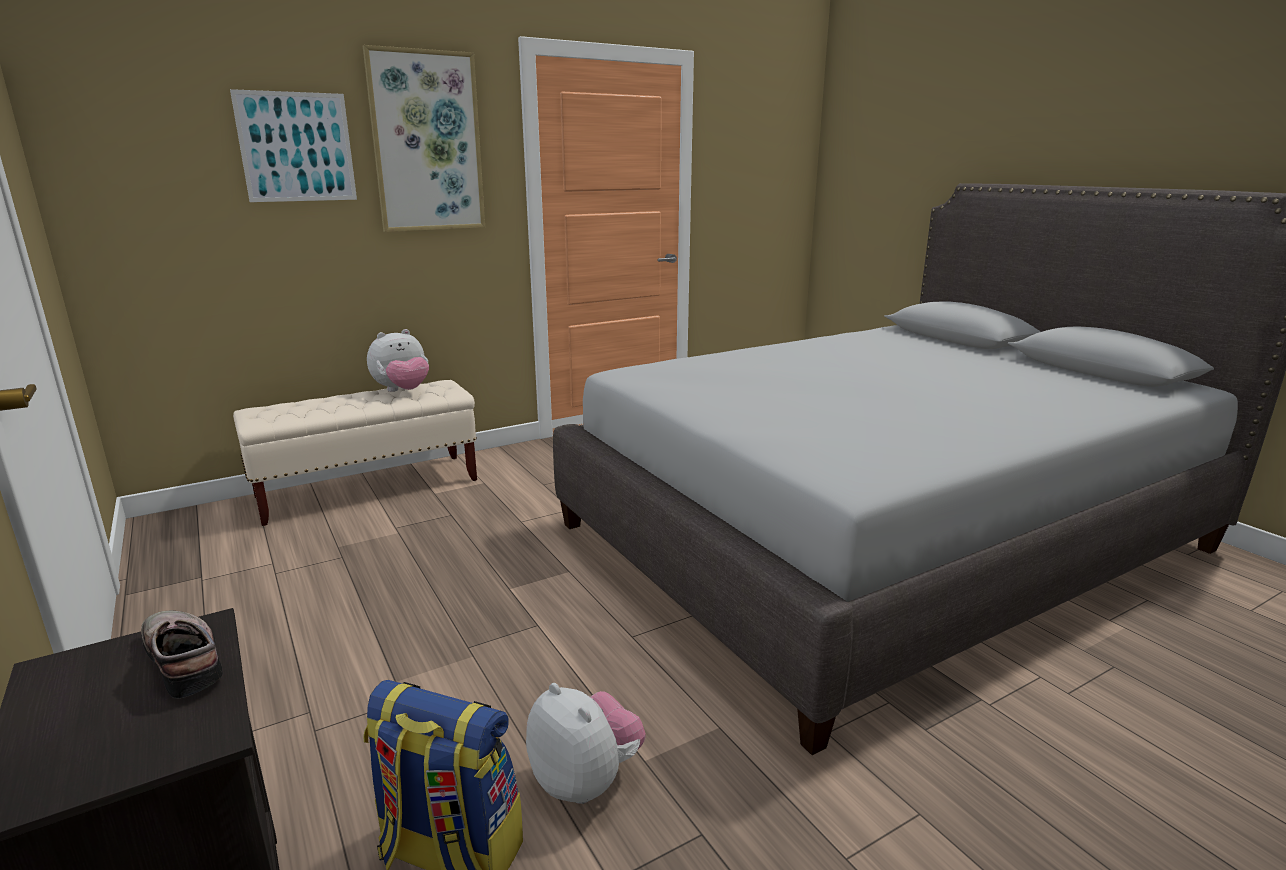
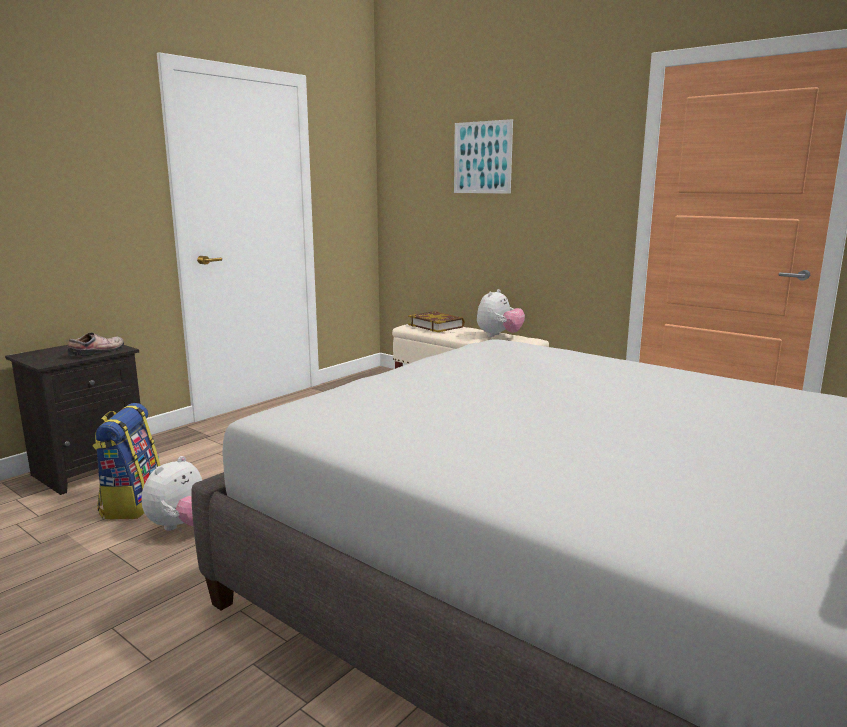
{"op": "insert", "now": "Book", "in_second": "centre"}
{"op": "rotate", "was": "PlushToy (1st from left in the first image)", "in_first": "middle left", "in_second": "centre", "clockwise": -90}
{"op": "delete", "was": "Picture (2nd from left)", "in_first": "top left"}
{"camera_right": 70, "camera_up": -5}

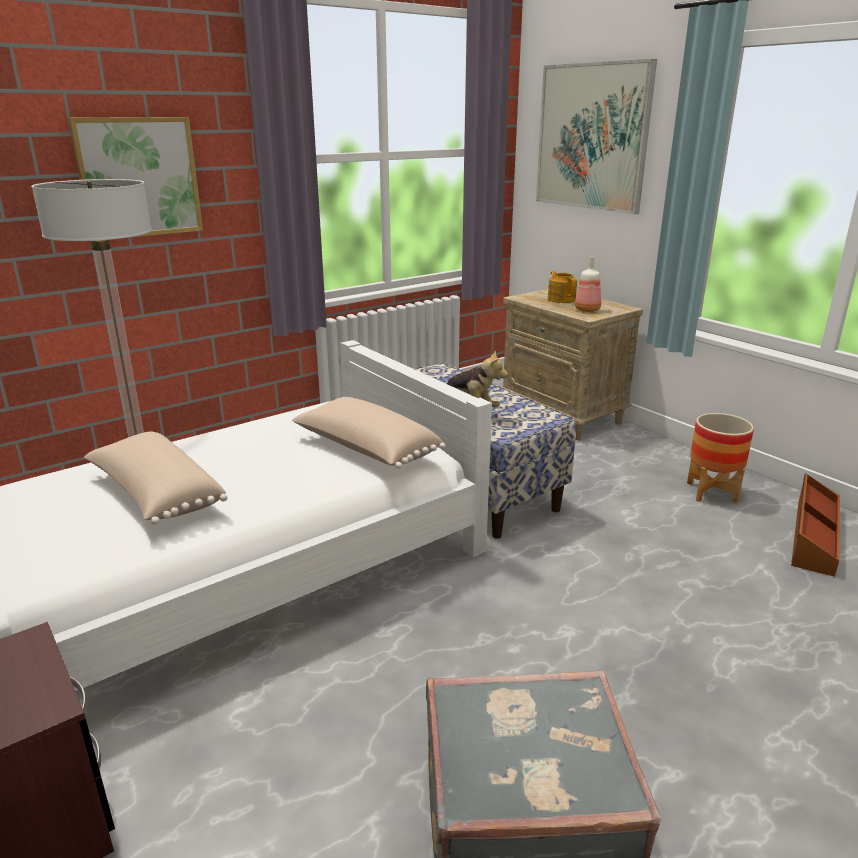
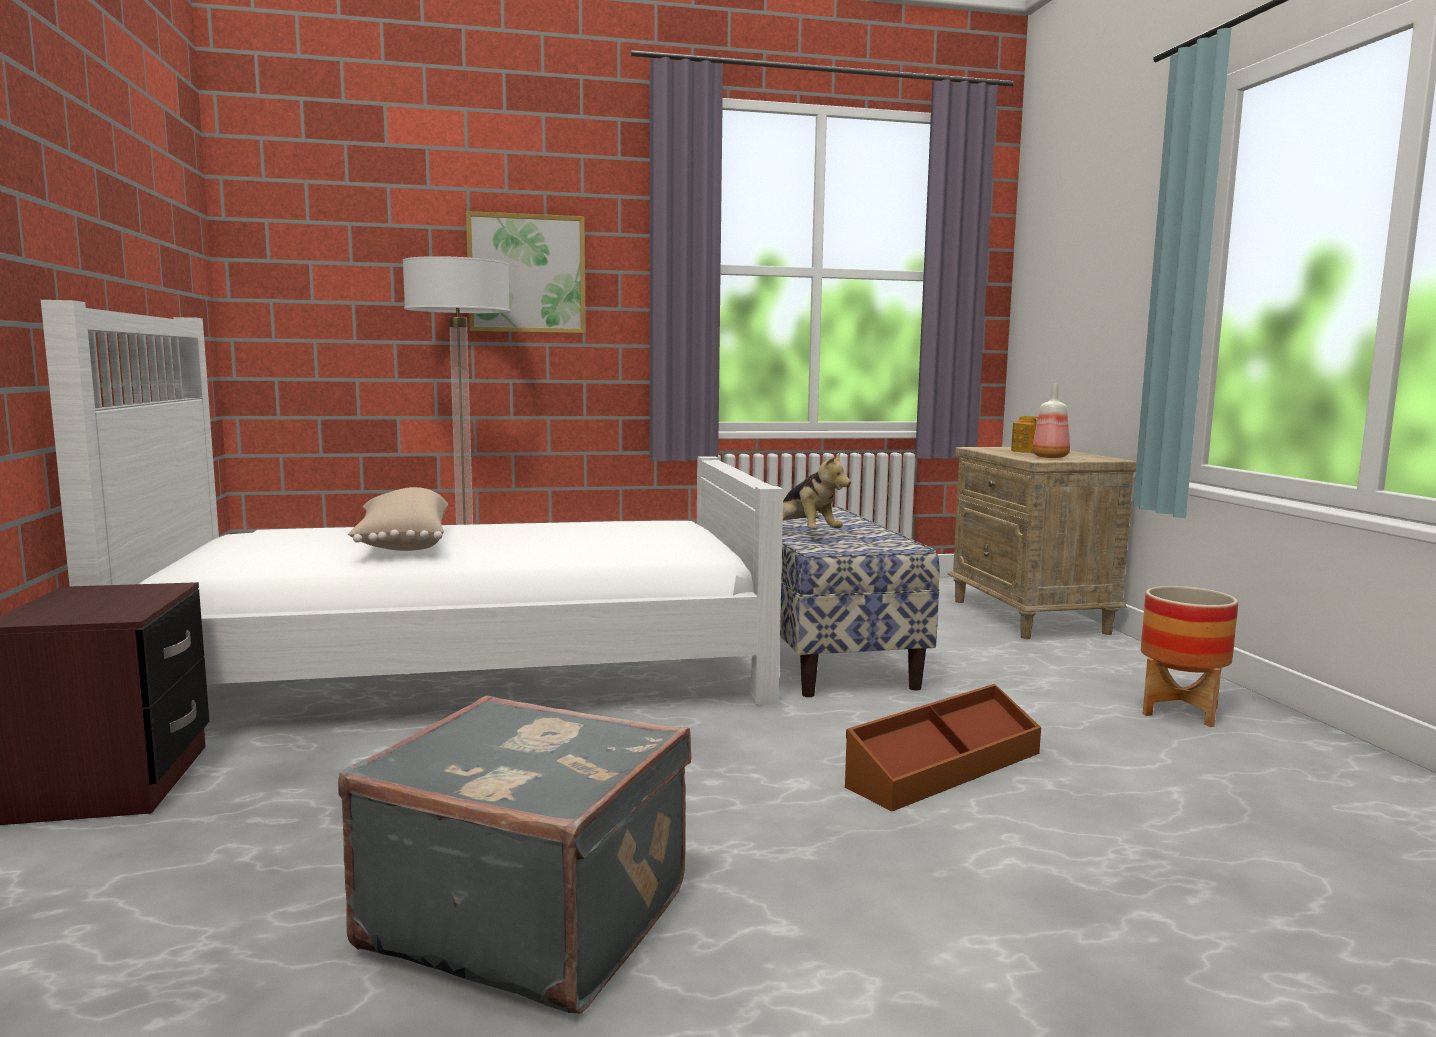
{"op": "move", "was": "BrownStorageBox", "in_first": "middle right", "in_second": "bottom centre"}
{"op": "delete", "was": "BeigePillow (2nd from left)", "in_first": "centre"}
{"op": "delete", "was": "Picture (2nd from left)", "in_first": "top right"}
{"camera_right": 25, "camera_up": -15}

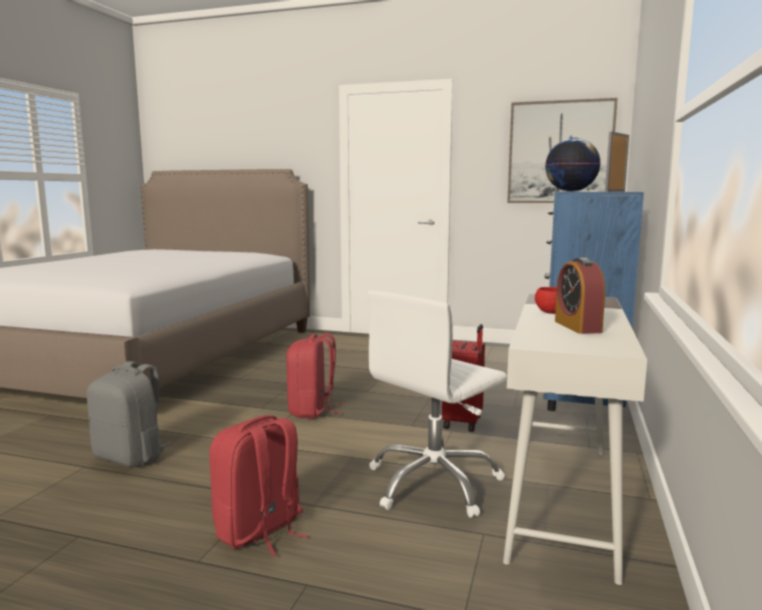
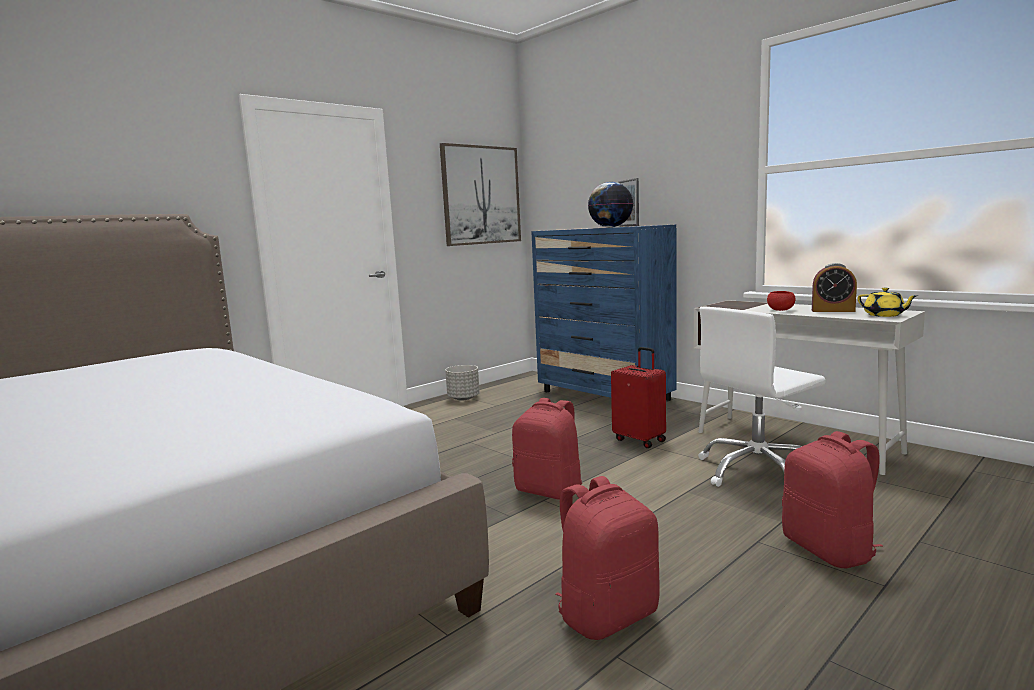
{"op": "insert", "now": "GreyPlanter", "in_second": "centre"}
{"op": "recolor", "was": "GreyBackpack", "now": "RedBackpack (2nd from left)", "in_first": "bottom left", "in_second": "bottom centre"}
{"op": "rotate", "was": "WhiteOfficeChair", "in_first": "centre", "in_second": "middle right", "clockwise": 75}
{"op": "insert", "now": "YellowTeapot", "in_second": "middle right"}
{"camera_right": -60, "camera_up": 0}

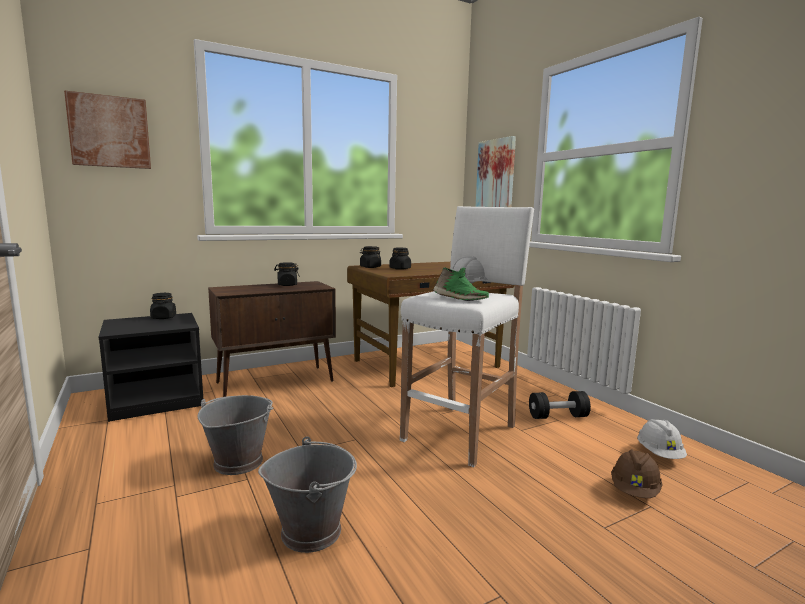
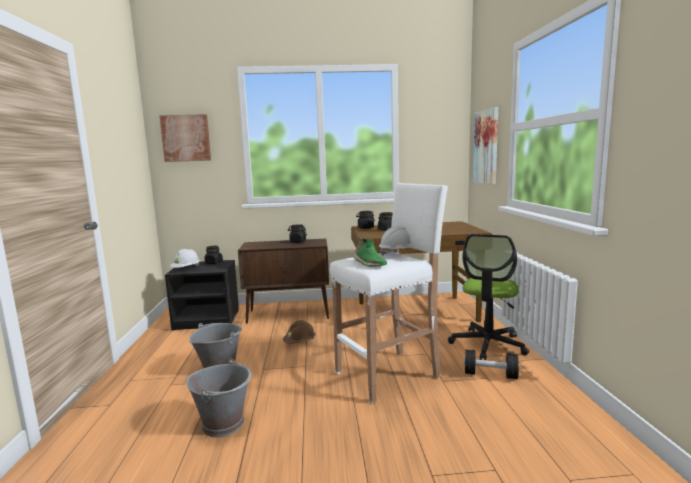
{"op": "move", "was": "WhiteHardHat (2nd from left in the first image)", "now": "WhiteHardHat (1st from left)", "in_first": "bottom right", "in_second": "middle left"}
{"op": "move", "was": "BrownHardHat", "in_first": "bottom right", "in_second": "bottom centre"}
{"op": "insert", "now": "OfficeChair", "in_second": "middle right"}
{"camera_right": 25, "camera_up": 0}

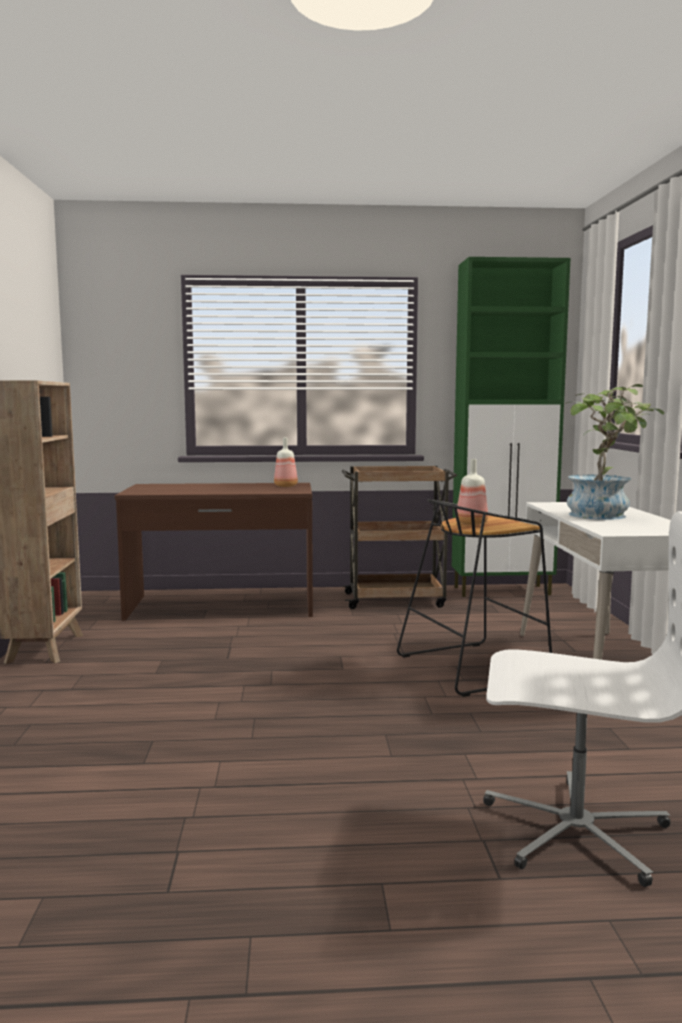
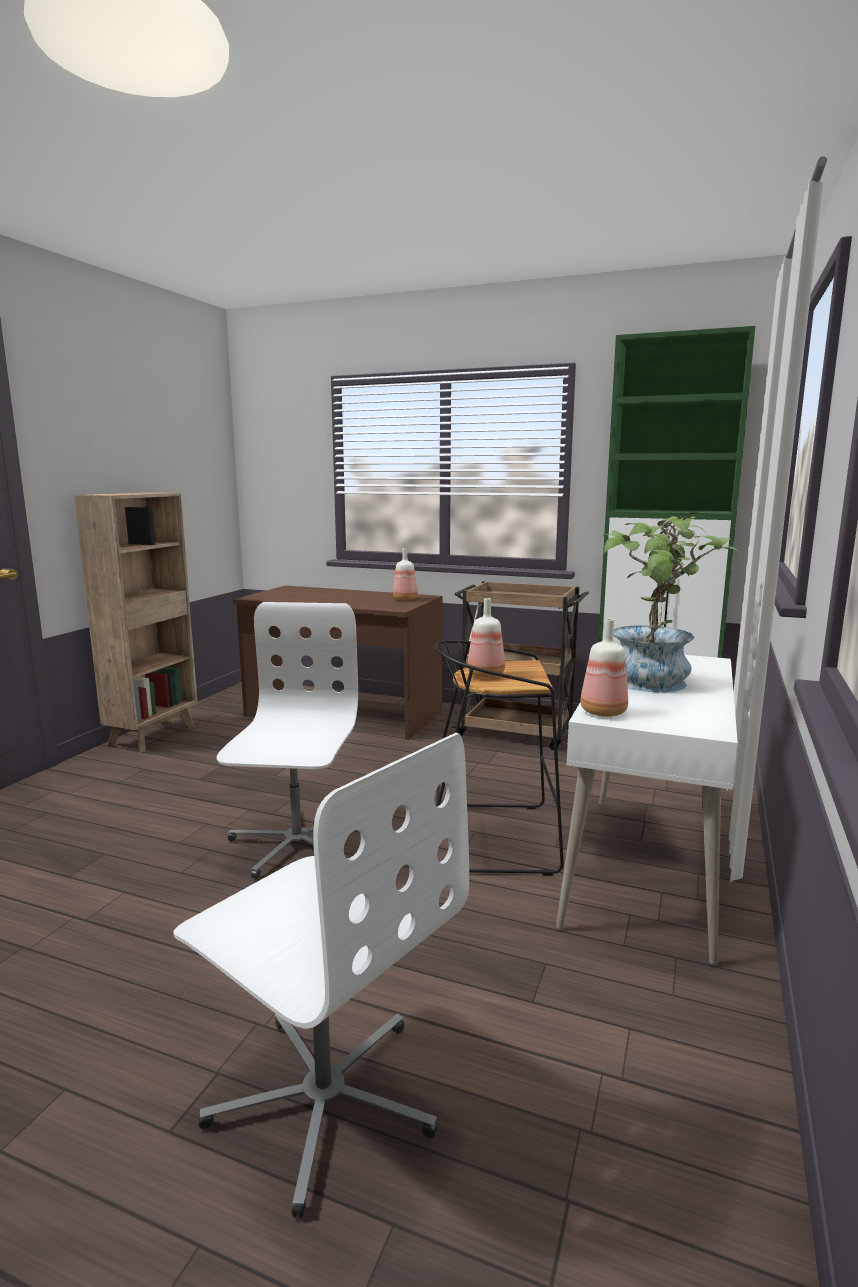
{"op": "insert", "now": "WhiteOfficeChair (1st from left)", "in_second": "centre"}
{"op": "insert", "now": "Bottle (3rd from left)", "in_second": "middle right"}
{"camera_right": 25, "camera_up": 5}

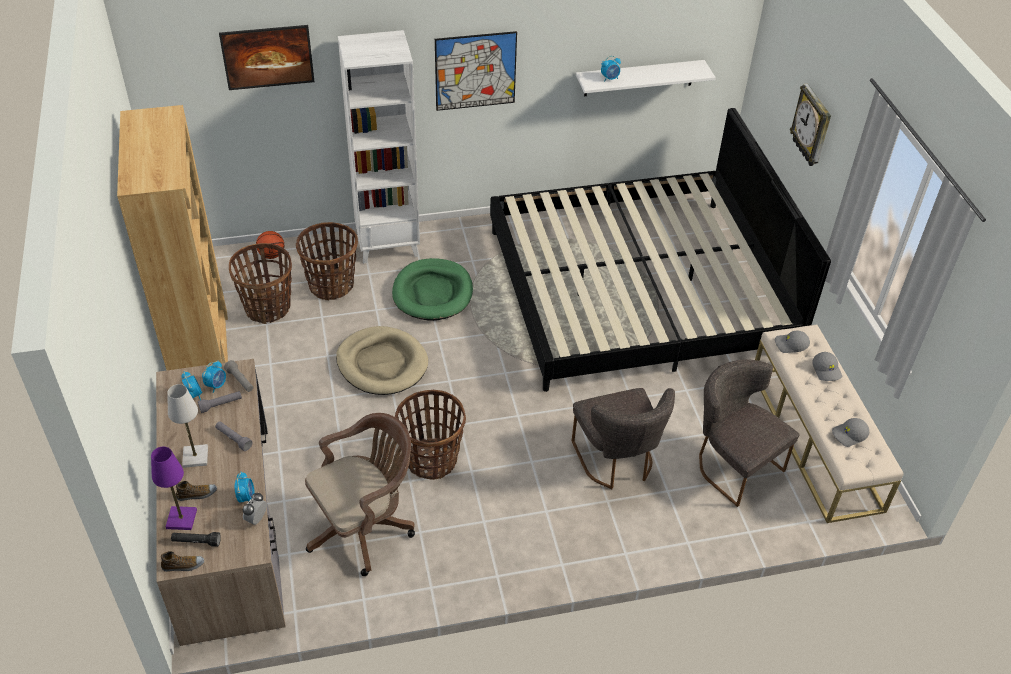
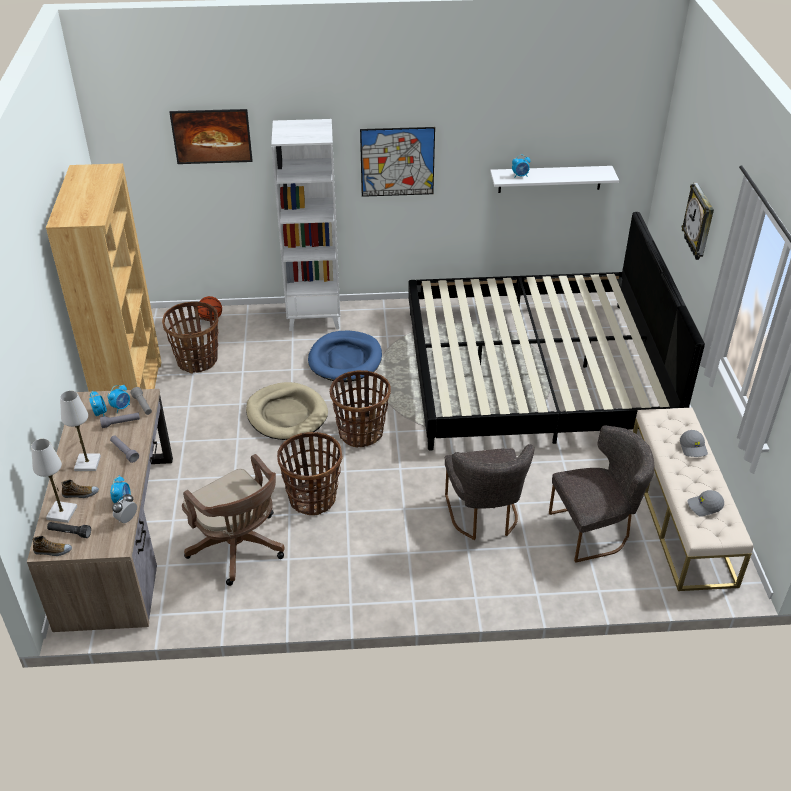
{"op": "recolor", "was": "PurpleTableLamp", "now": "WhiteTableLamp (1st from left)", "in_first": "bottom left", "in_second": "middle left"}
{"op": "rotate", "was": "BrownOfficeChair", "in_first": "bottom centre", "in_second": "middle left", "clockwise": 75}
{"op": "recolor", "was": "GreenDogBed", "now": "BlueDogBed", "in_first": "centre", "in_second": "centre"}
{"op": "move", "was": "Basket (2nd from left in the first image)", "now": "Basket (3rd from left)", "in_first": "middle left", "in_second": "centre"}
{"op": "rotate", "was": "GreyChair (2nd from left)", "in_first": "middle right", "in_second": "middle right", "clockwise": 105}
{"op": "delete", "was": "GreyCap (1st from left)", "in_first": "middle right"}
{"camera_right": 10, "camera_up": -5}

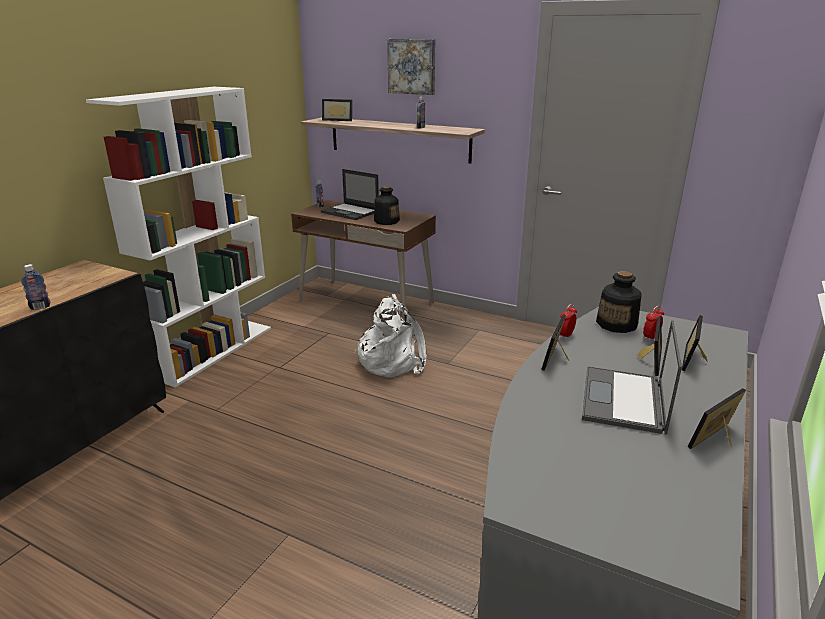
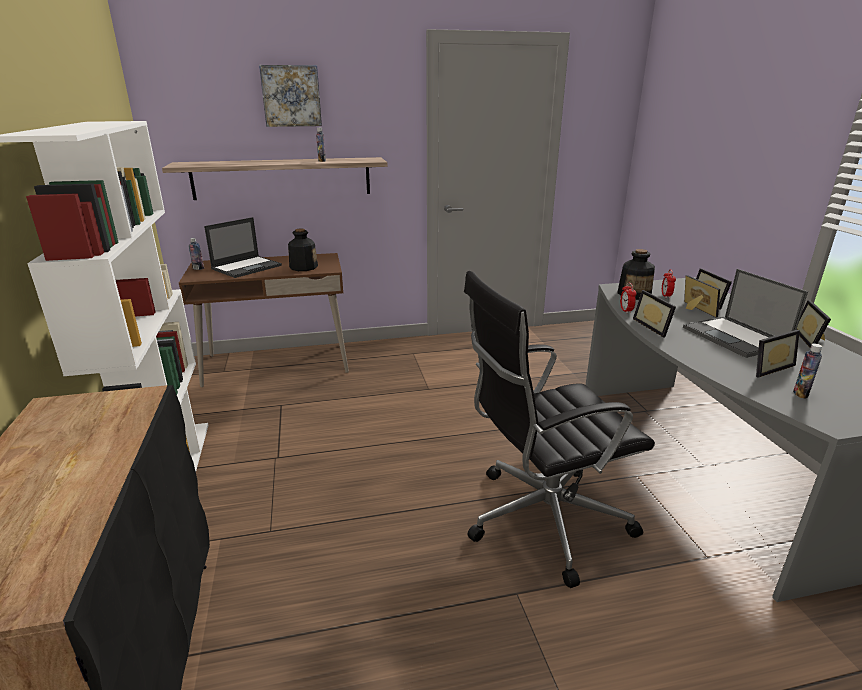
{"op": "rotate", "was": "Laptop (1st from left)", "in_first": "top centre", "in_second": "middle left", "clockwise": -45}
{"op": "insert", "now": "BlackOfficeChair", "in_second": "centre"}
{"op": "move", "was": "PictureFrame (1st from left in the first image)", "now": "PictureFrame (4th from left)", "in_first": "top centre", "in_second": "middle right"}
{"op": "move", "was": "Bottle (1st from left in the first image)", "now": "Bottle (5th from left)", "in_first": "middle left", "in_second": "middle right"}
{"op": "delete", "was": "WhiteBackpack", "in_first": "centre"}
{"camera_right": -40, "camera_up": 0}

